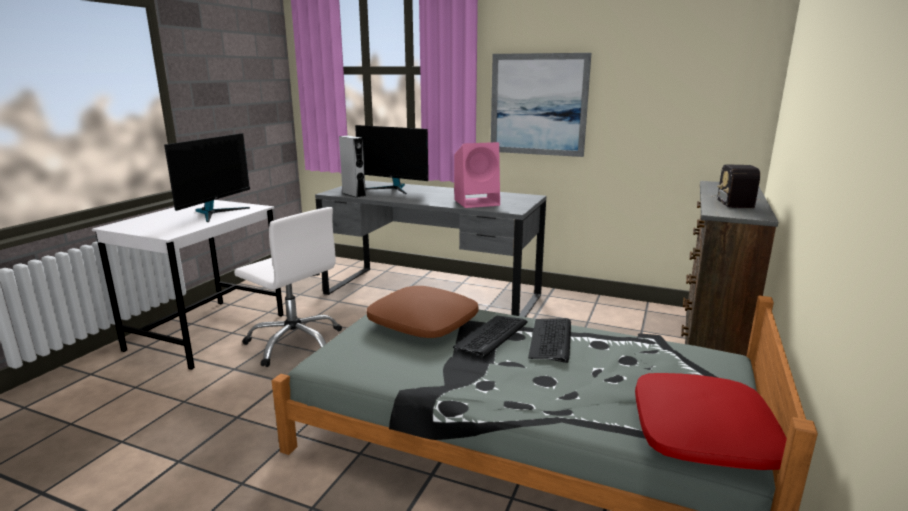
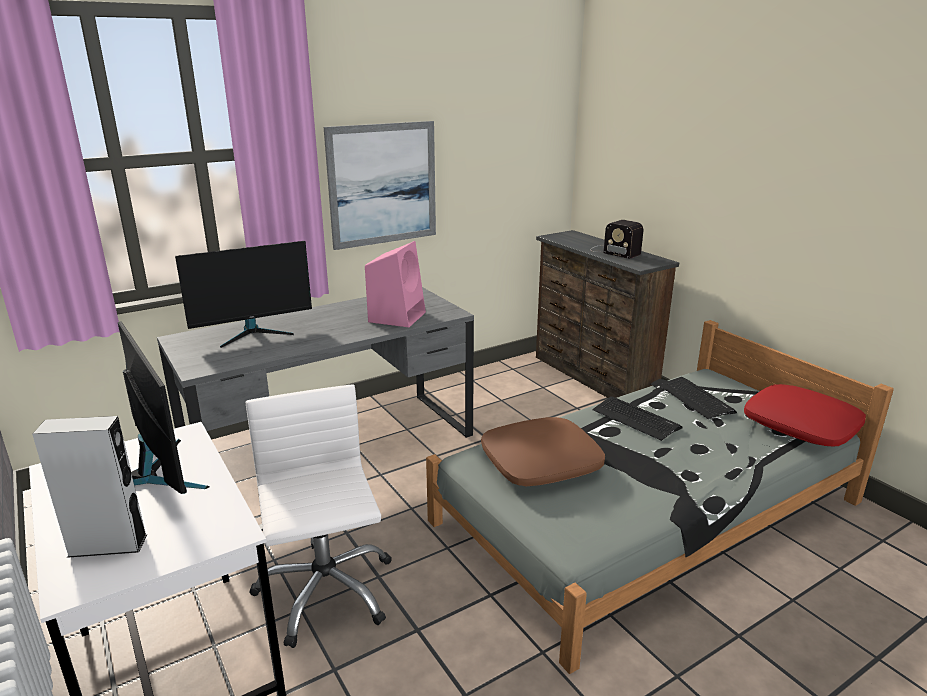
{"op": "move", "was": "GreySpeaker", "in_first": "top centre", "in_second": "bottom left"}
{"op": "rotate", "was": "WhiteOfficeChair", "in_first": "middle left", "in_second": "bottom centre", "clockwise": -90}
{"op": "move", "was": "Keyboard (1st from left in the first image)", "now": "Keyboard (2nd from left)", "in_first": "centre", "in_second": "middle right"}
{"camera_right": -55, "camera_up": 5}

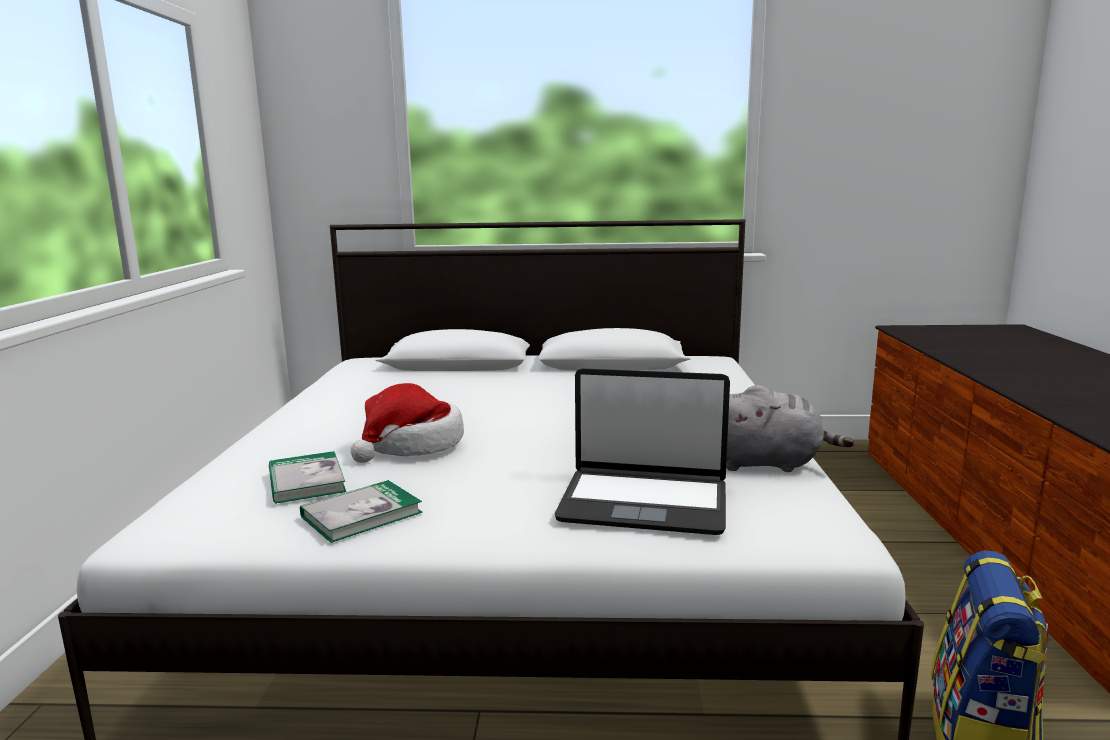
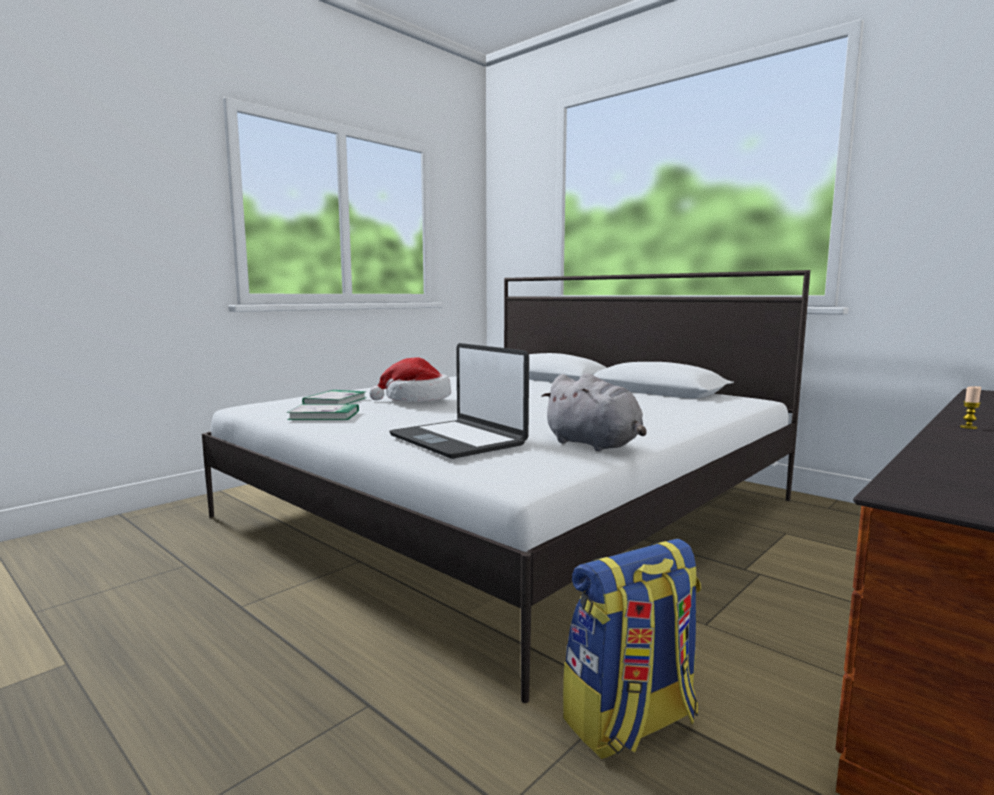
{"op": "insert", "now": "Candle", "in_second": "middle right"}
{"camera_right": 40, "camera_up": -5}

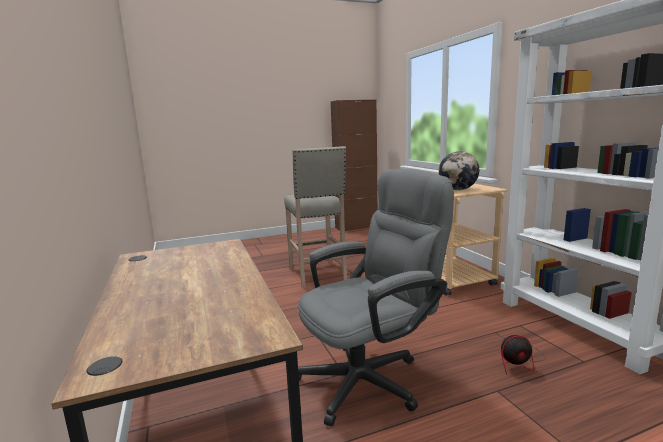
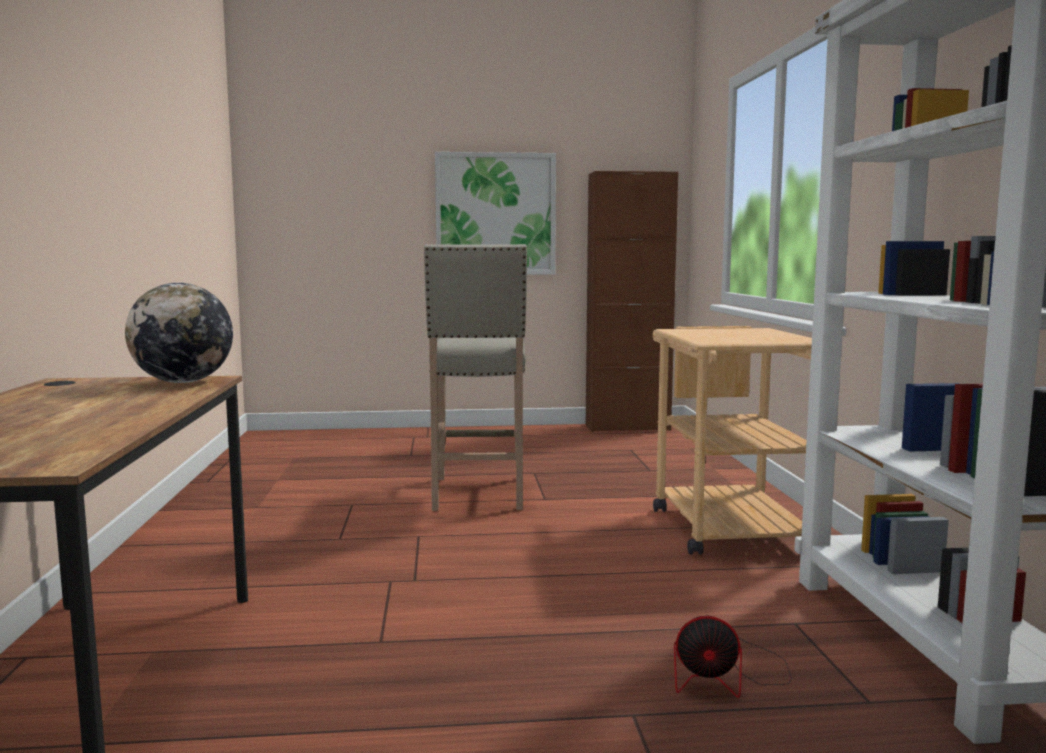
{"op": "move", "was": "Globe", "in_first": "middle right", "in_second": "middle left"}
{"op": "insert", "now": "Picture", "in_second": "top centre"}
{"op": "delete", "was": "GreyOfficeChair", "in_first": "bottom centre"}
{"camera_right": 15, "camera_up": -5}

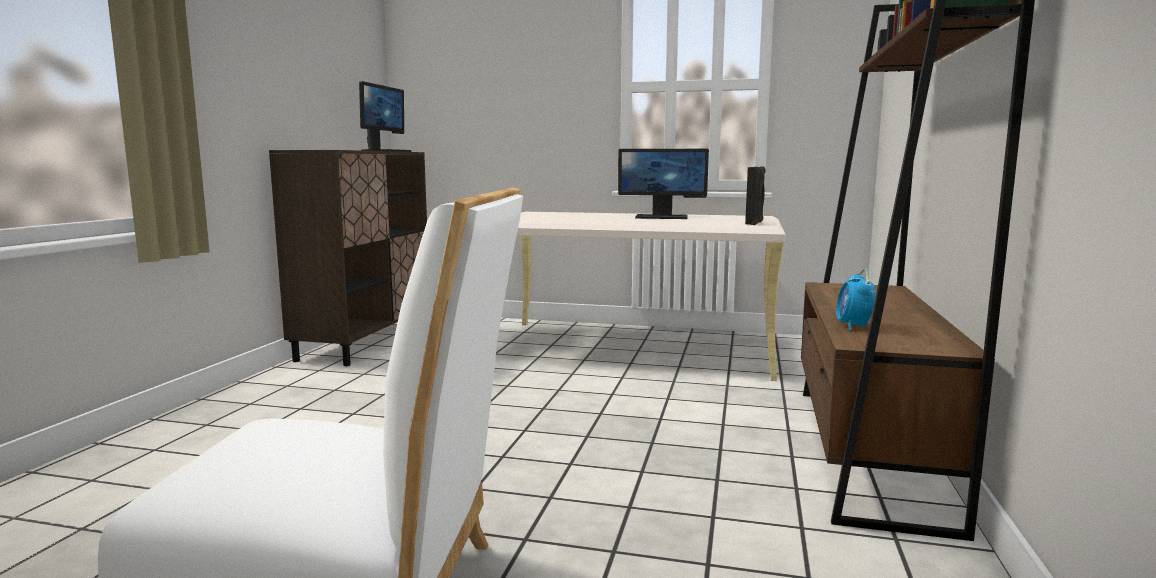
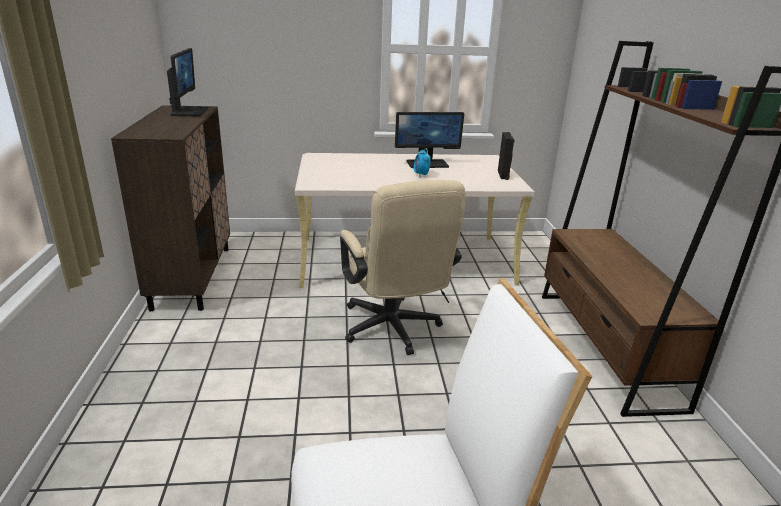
{"op": "insert", "now": "BeigeOfficeChair", "in_second": "centre"}
{"op": "move", "was": "AlarmClock", "in_first": "middle right", "in_second": "top centre"}
{"camera_right": -20, "camera_up": 15}

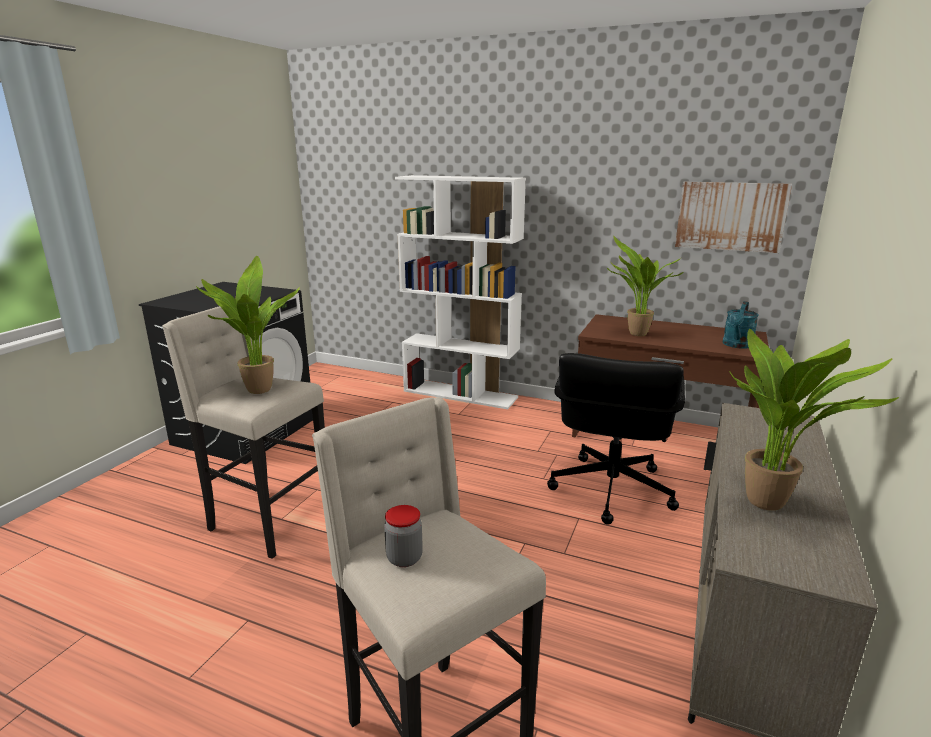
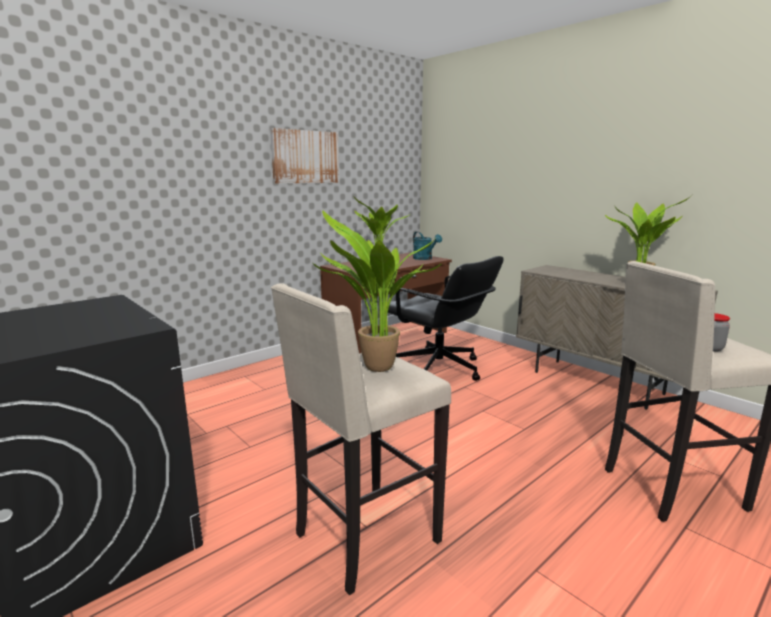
{"op": "move", "was": "Picture", "in_first": "top right", "in_second": "top centre"}
{"op": "delete", "was": "WhiteBookcase", "in_first": "centre"}
{"camera_right": -65, "camera_up": -5}

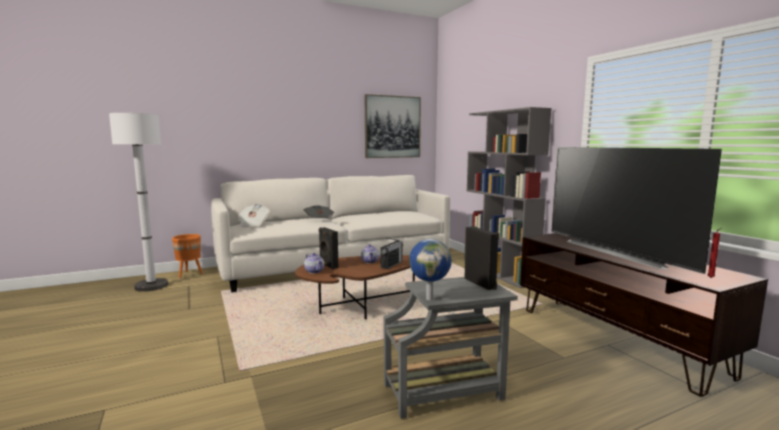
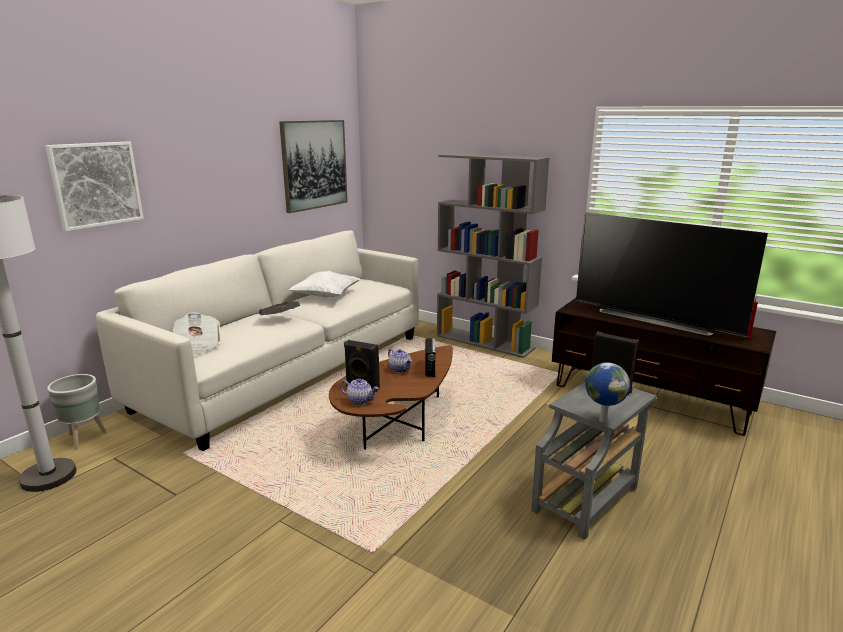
{"op": "insert", "now": "Picture (1st from left)", "in_second": "top left"}
{"op": "recolor", "was": "OrangePlanter", "now": "GreyPlanter", "in_first": "middle left", "in_second": "middle left"}
{"op": "insert", "now": "WhitePillow", "in_second": "centre"}
{"camera_right": -30, "camera_up": 10}

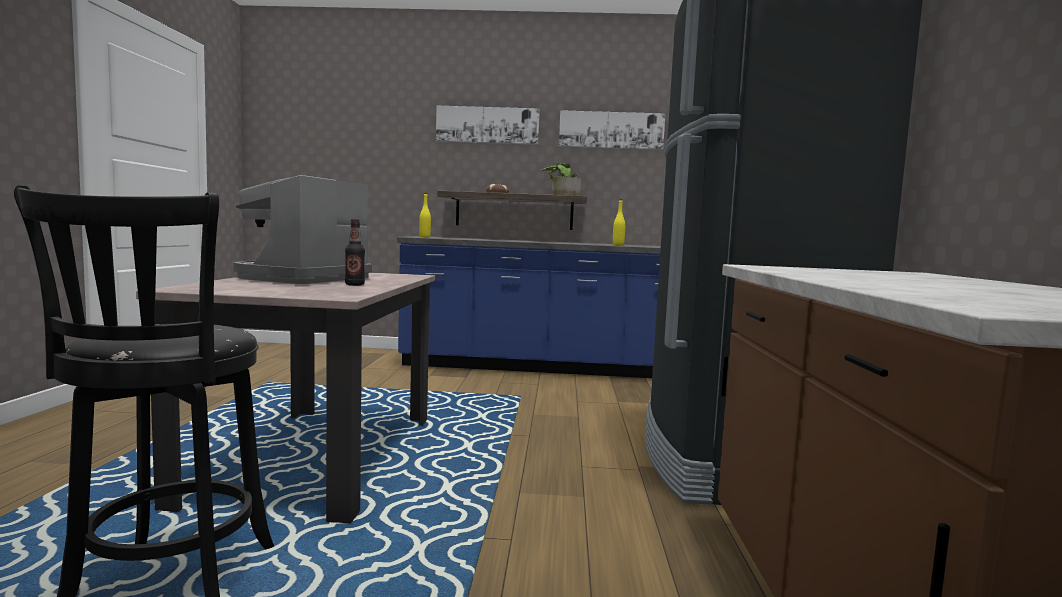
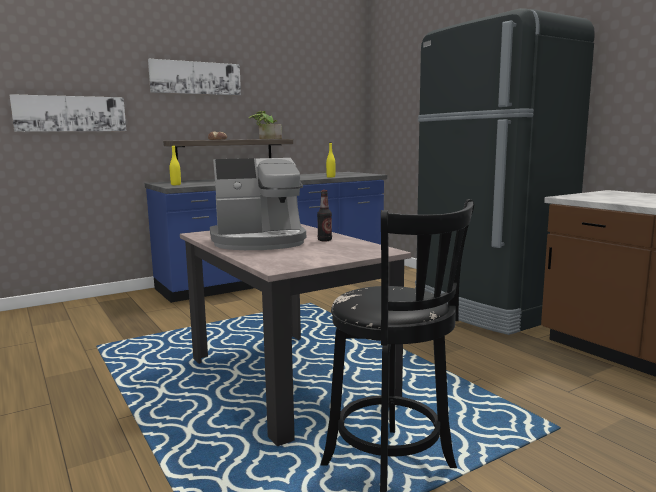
{"op": "move", "was": "Picture (2nd from left in the first image)", "now": "Picture (1st from left)", "in_first": "top centre", "in_second": "top left"}
{"op": "rotate", "was": "CoffeeMachine", "in_first": "middle left", "in_second": "centre", "clockwise": -90}
{"camera_right": -35, "camera_up": 5}

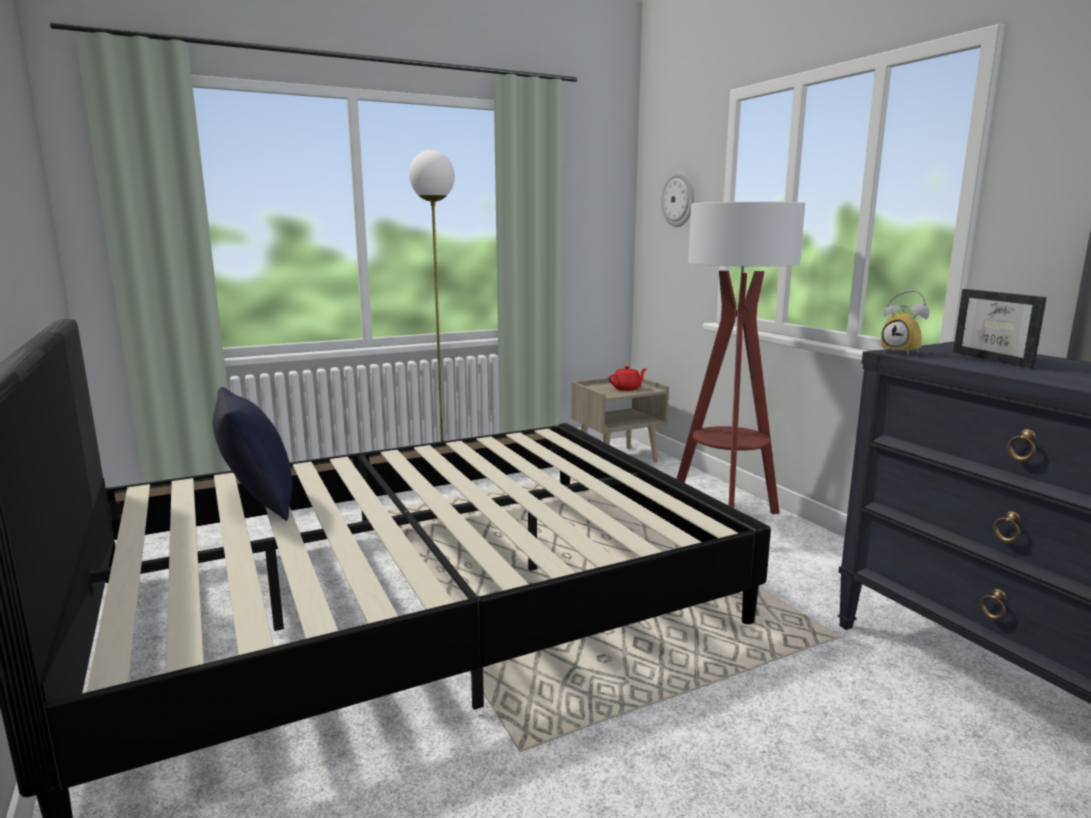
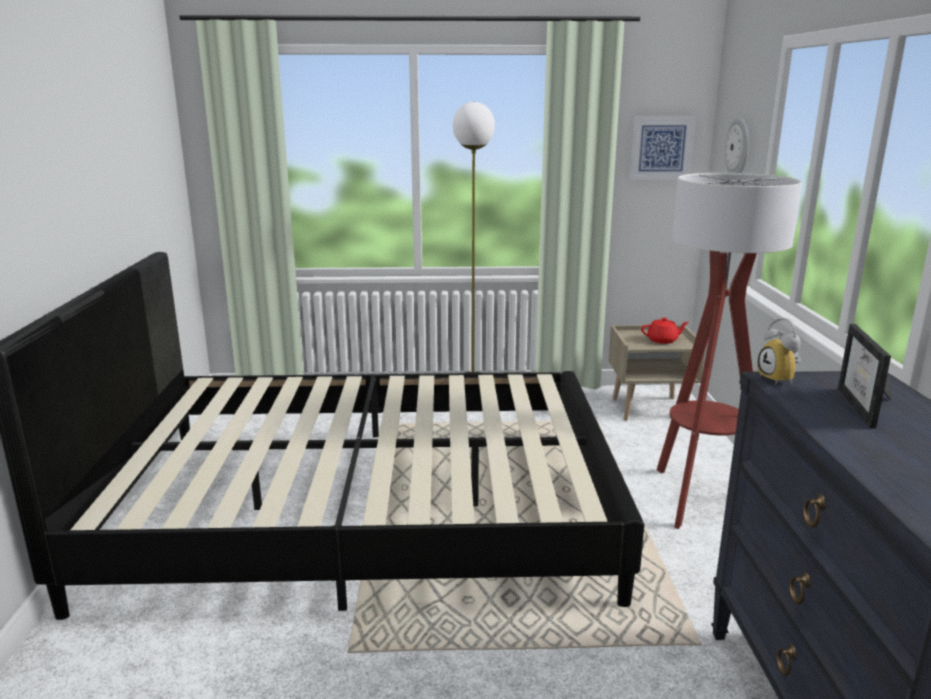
{"op": "insert", "now": "Picture", "in_second": "top right"}
{"op": "delete", "was": "BluePillow", "in_first": "middle left"}
{"camera_right": 25, "camera_up": 5}

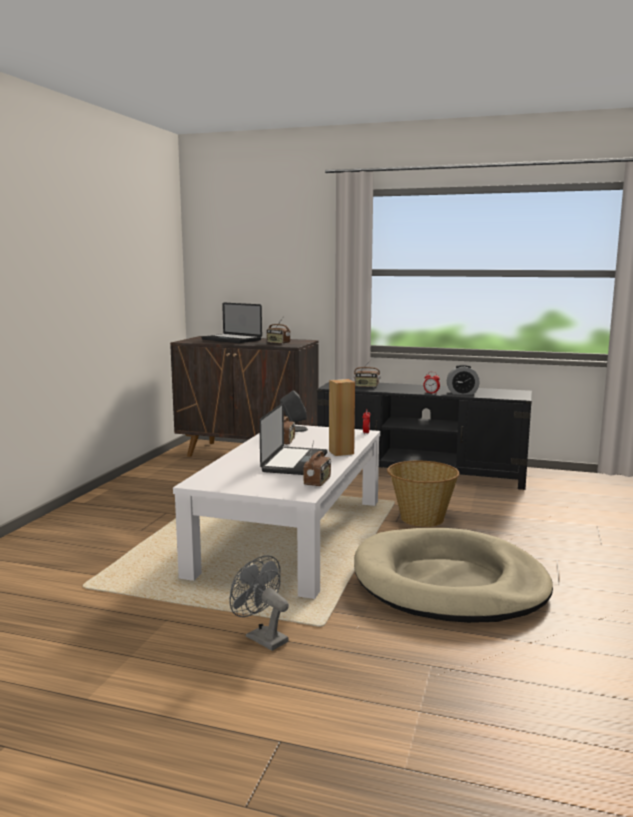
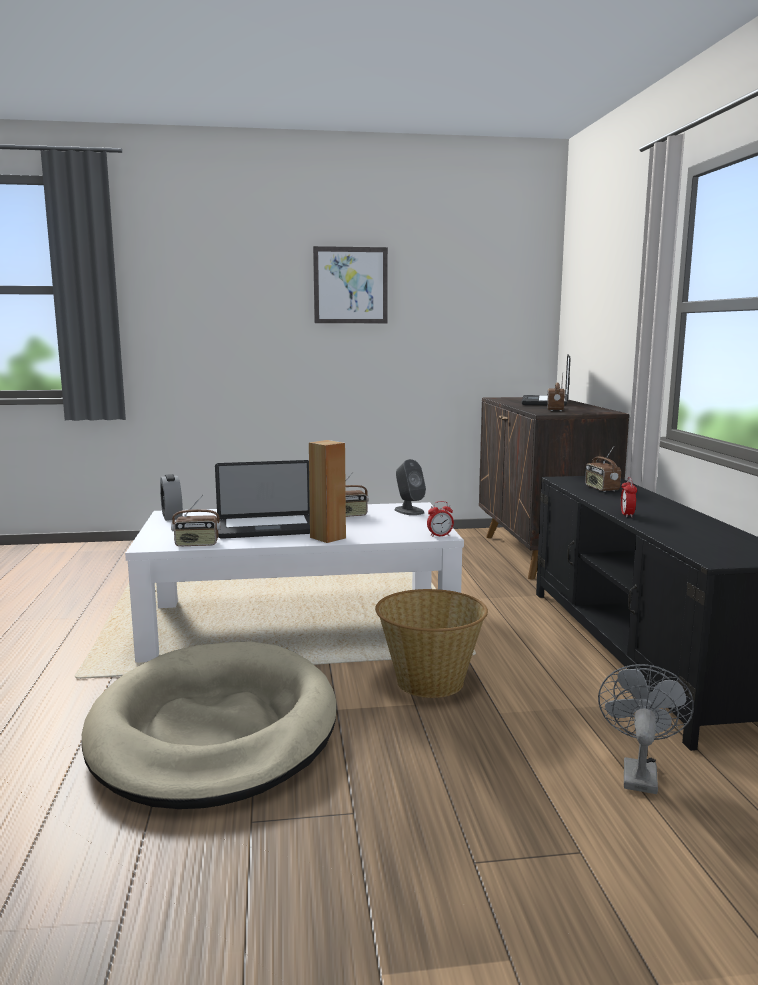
{"op": "move", "was": "AlarmClock (3rd from left in the first image)", "now": "AlarmClock (1st from left)", "in_first": "middle right", "in_second": "middle left"}
{"op": "insert", "now": "Picture", "in_second": "top centre"}
{"op": "move", "was": "GreyFan", "in_first": "bottom centre", "in_second": "bottom right"}
{"camera_right": 65, "camera_up": 0}

